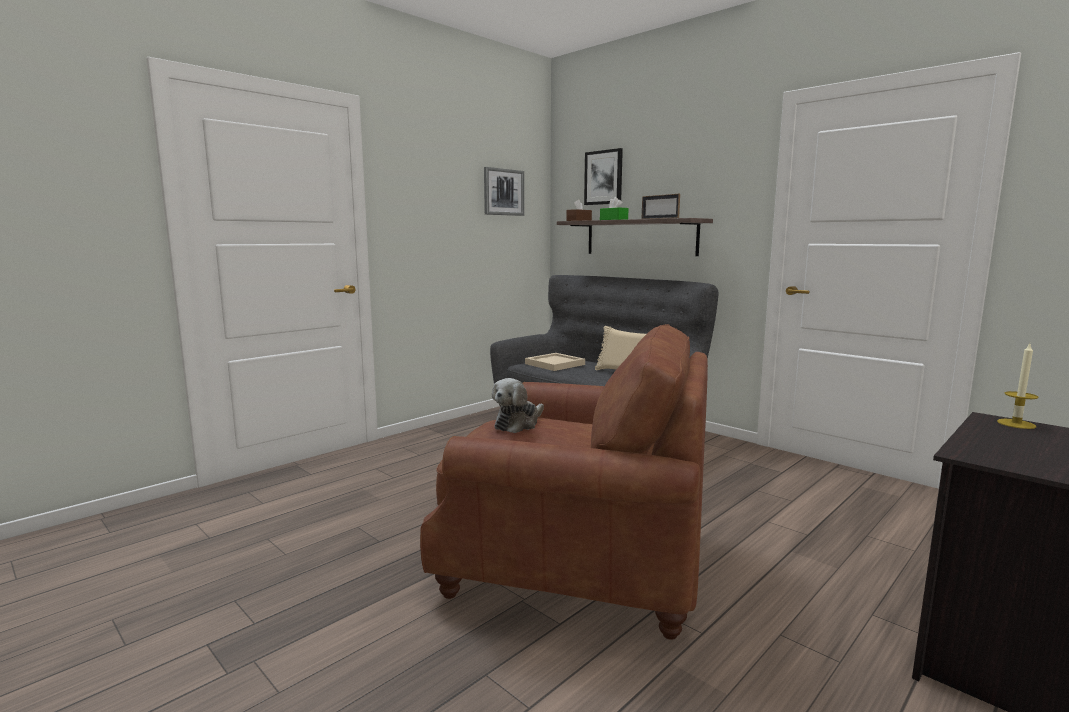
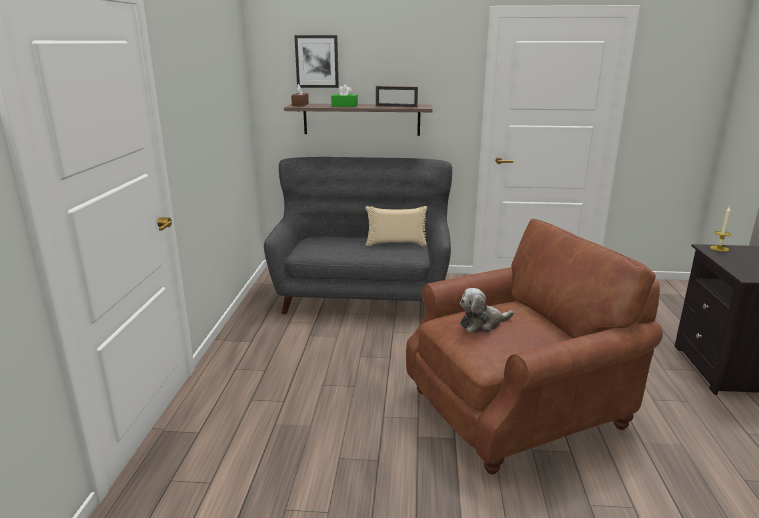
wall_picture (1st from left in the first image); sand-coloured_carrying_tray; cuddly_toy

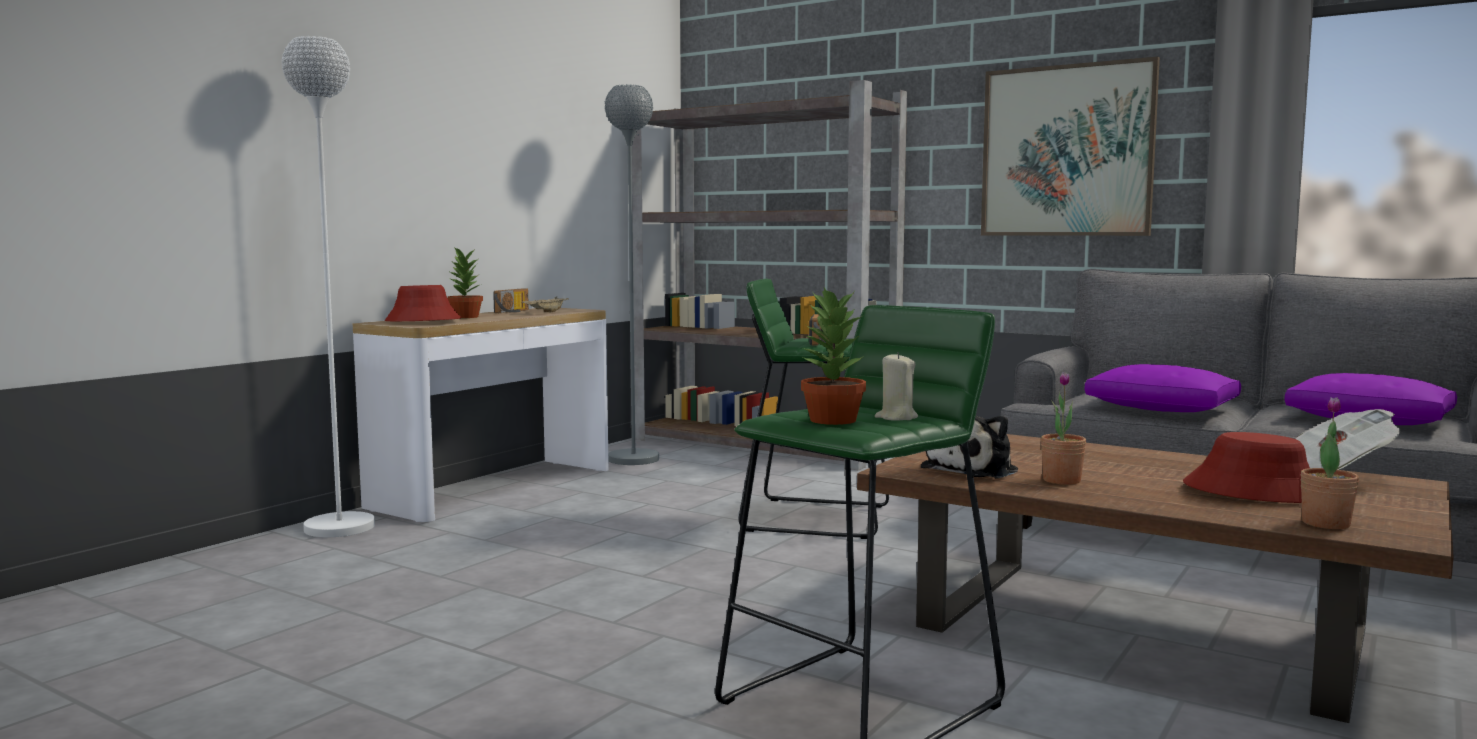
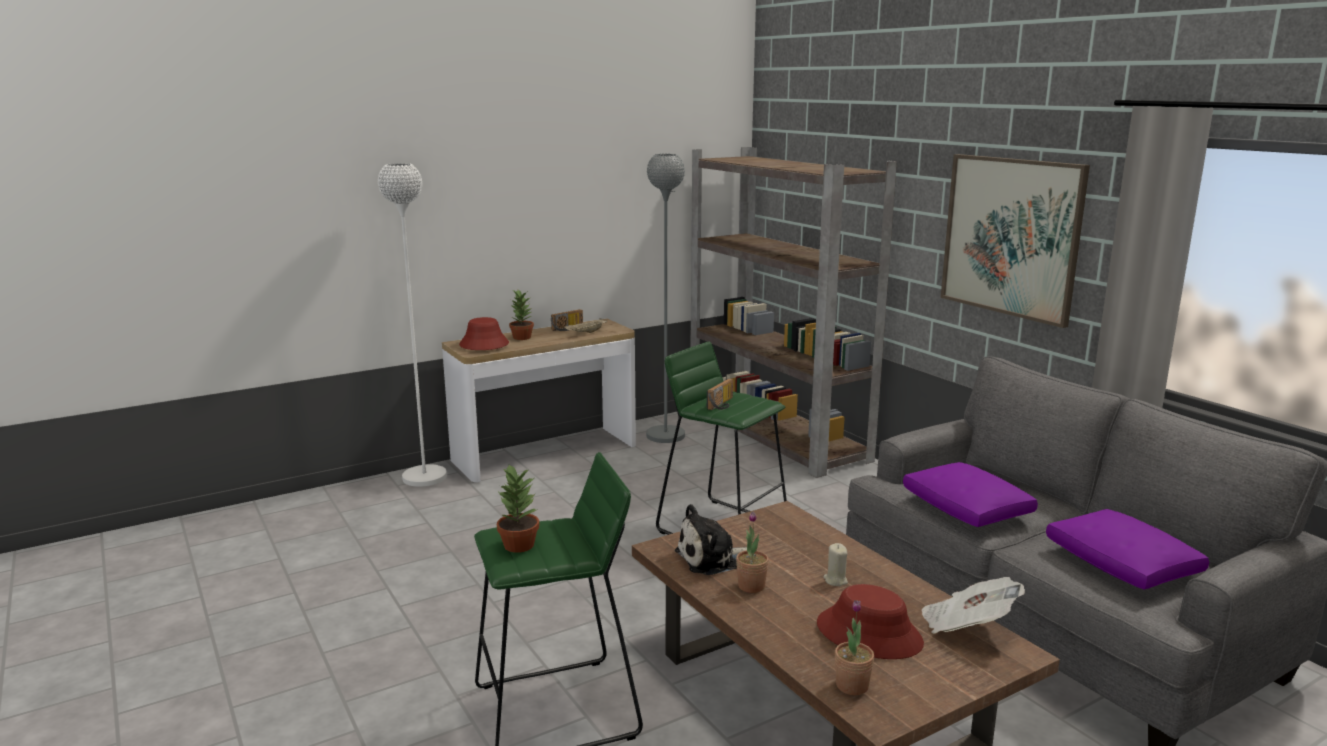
sand-coloured_wax_light

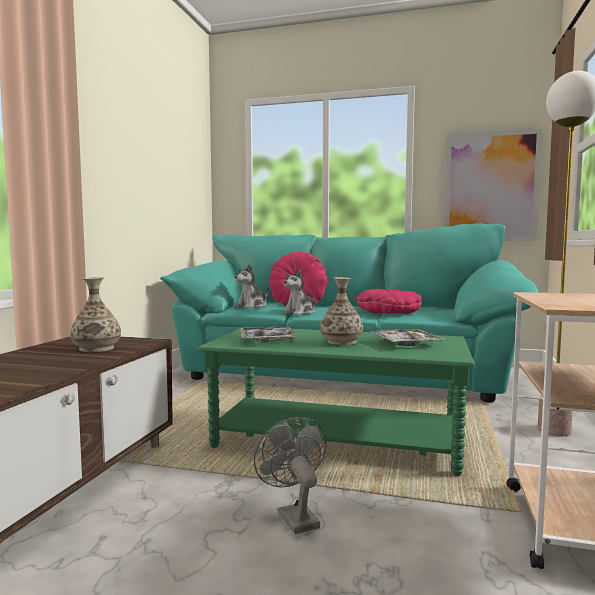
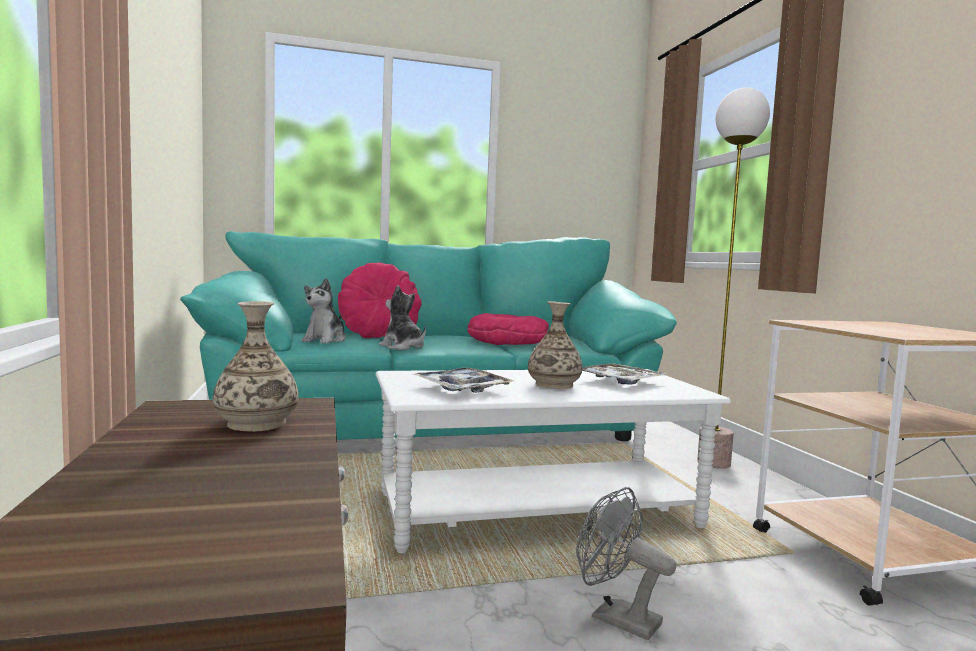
wall_picture; cuddly_toy (2nd from left); white_coffee_table

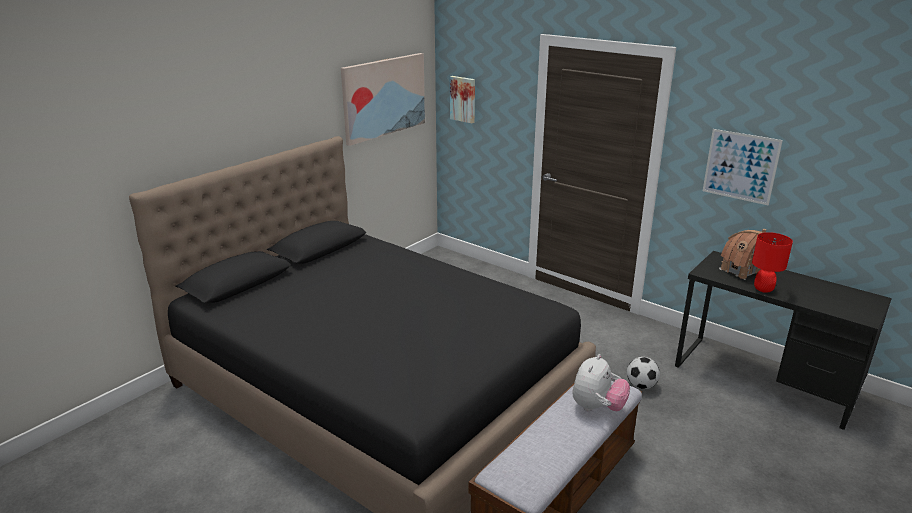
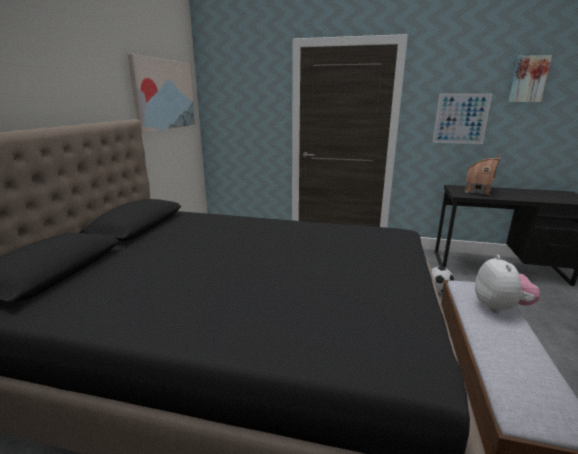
wall_picture (3rd from left); red-coloured_table_lamp

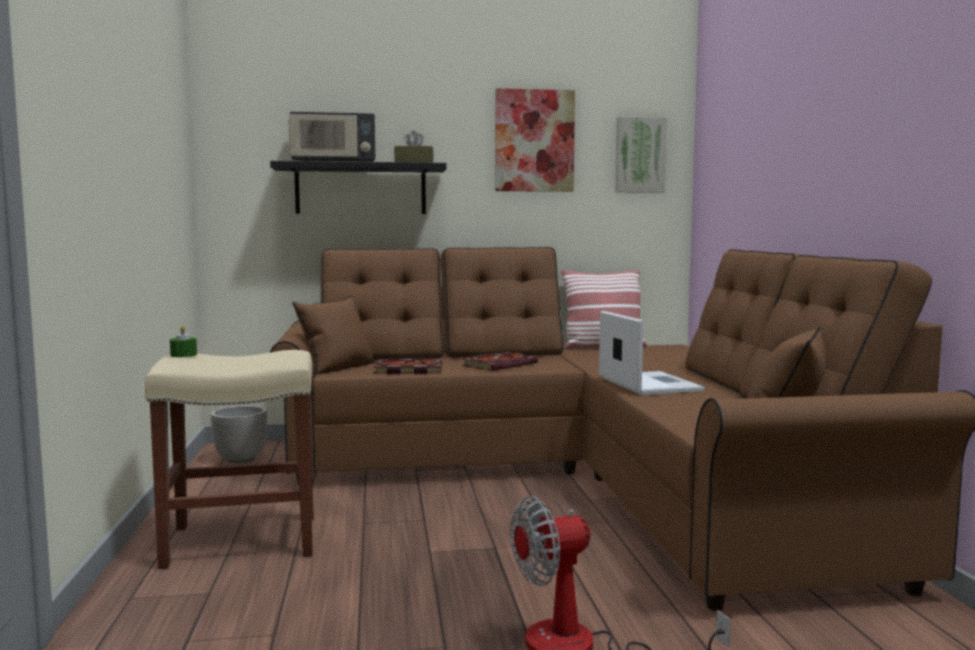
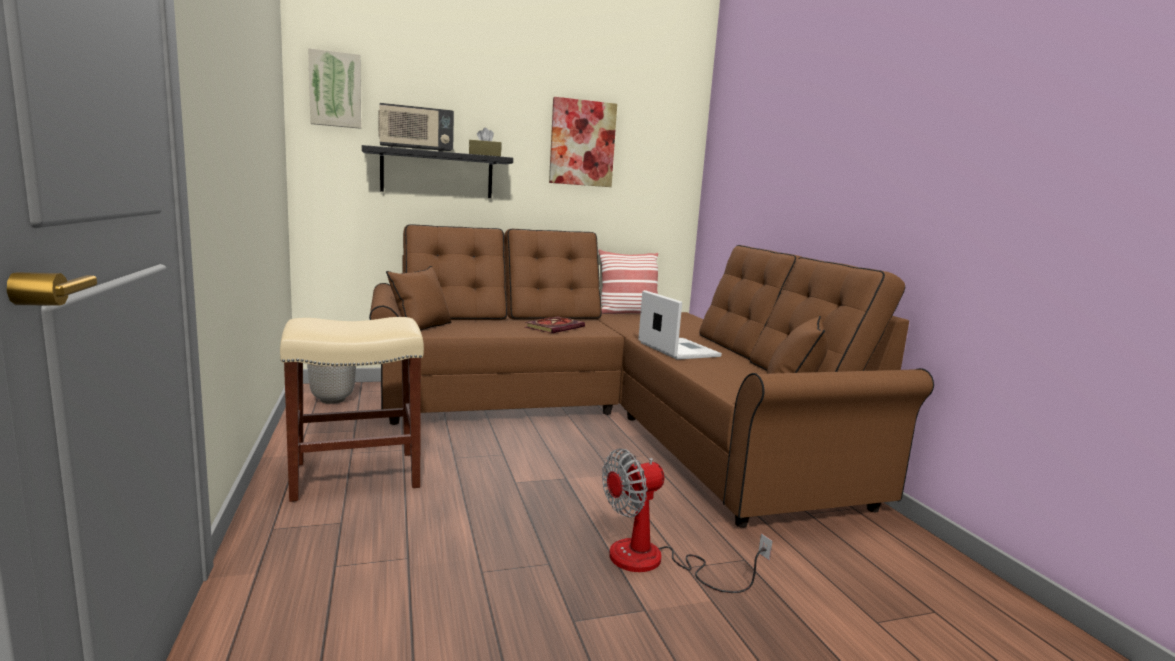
wall_picture (1st from left); greenish_wax_light; book (1st from left in the first image)

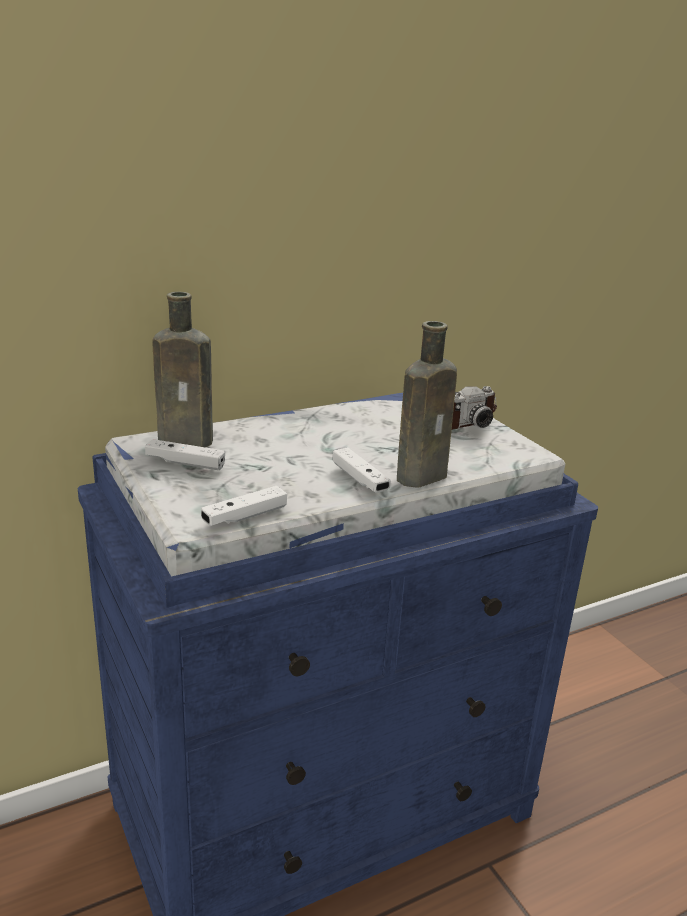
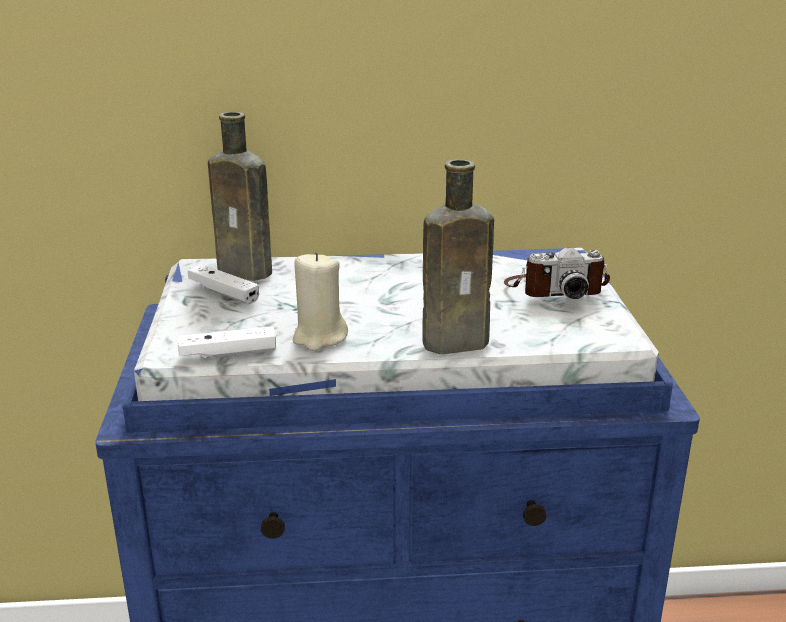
white_game_controller (3rd from left in the first image); sand-coloured_wax_light

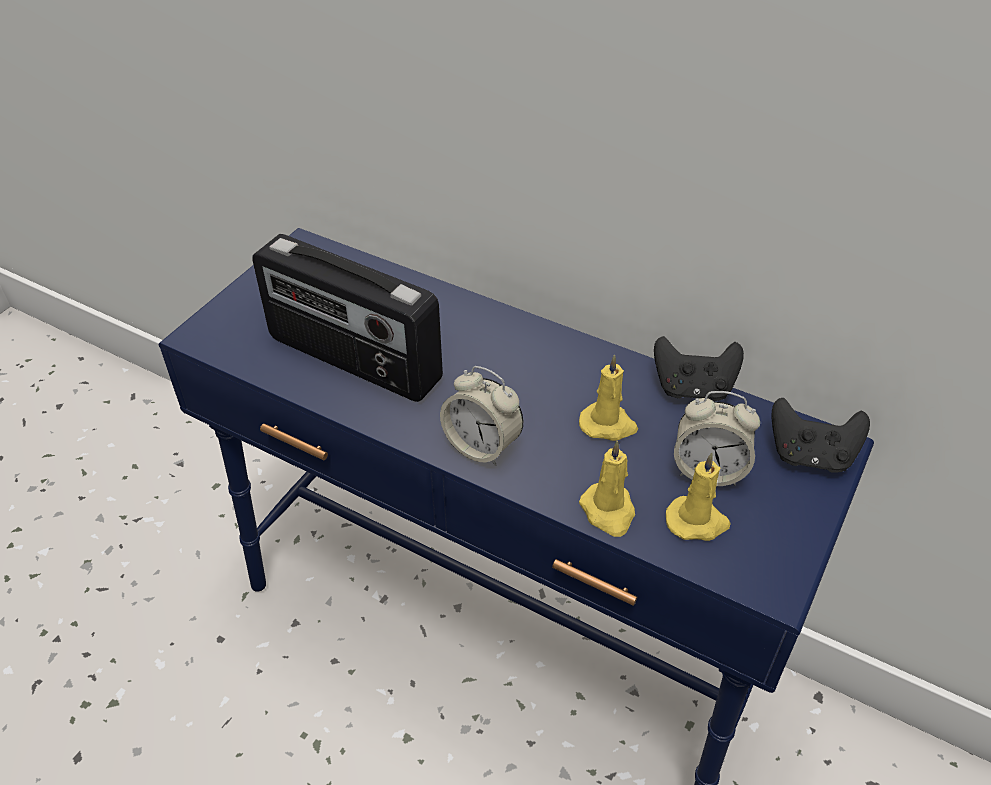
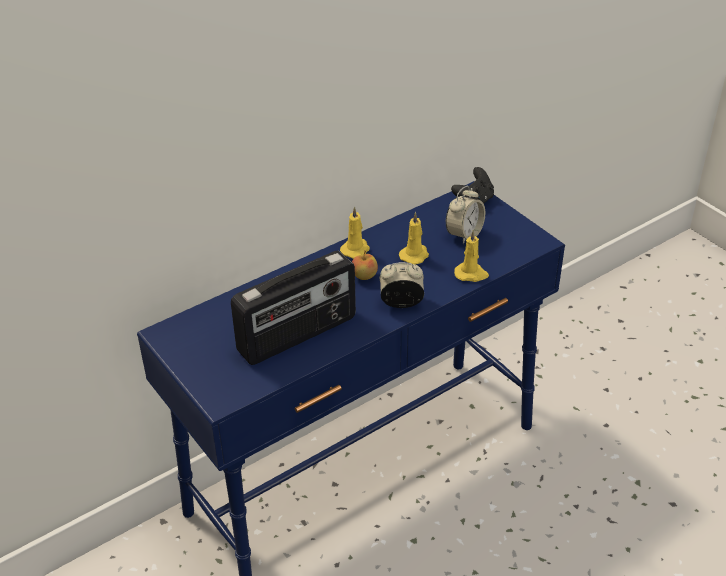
black-coloured_game_controller (1st from left in the first image); bedside_clock (1st from left); yellow-coloured_wax_light (1st from left); apple

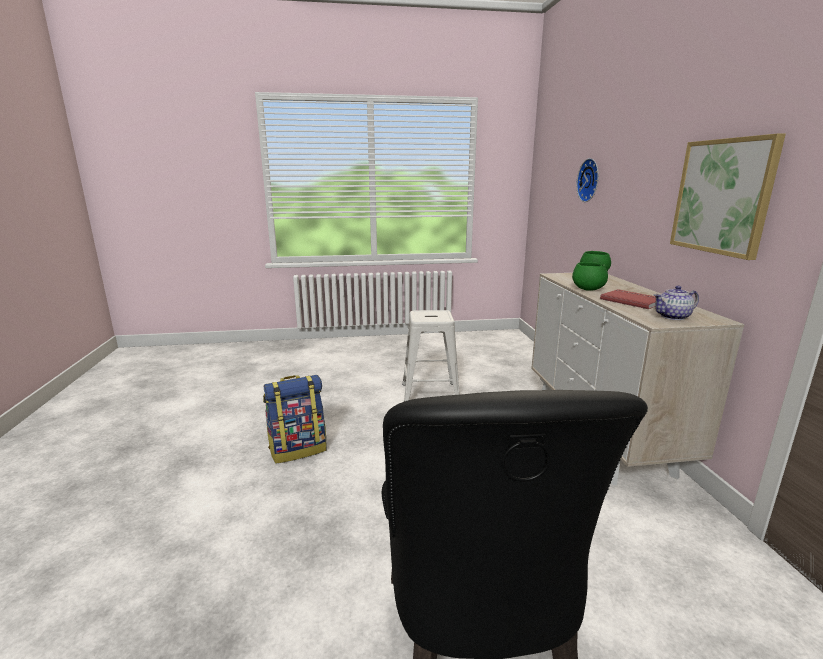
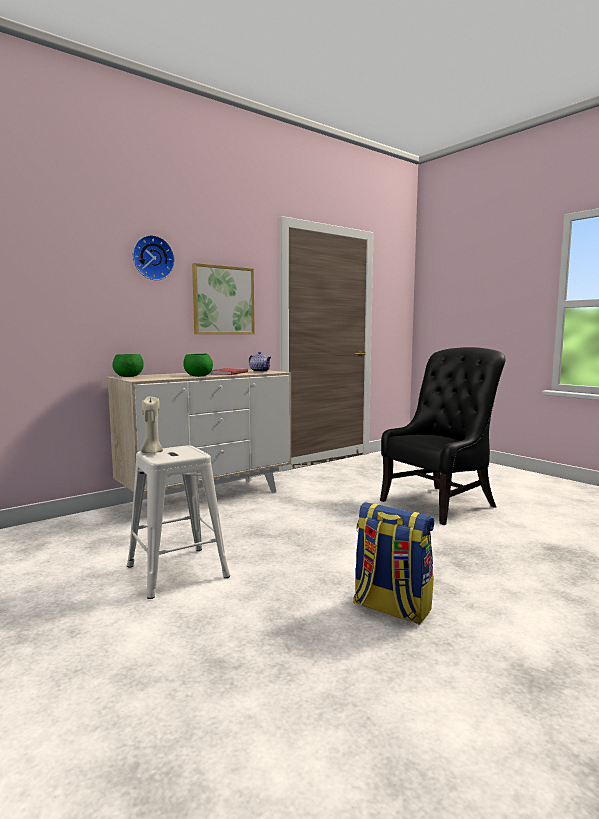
wall_clock; sand-coloured_wax_light

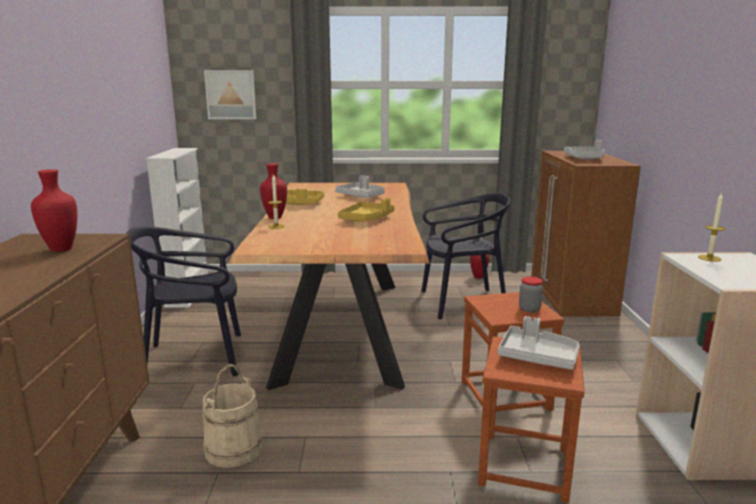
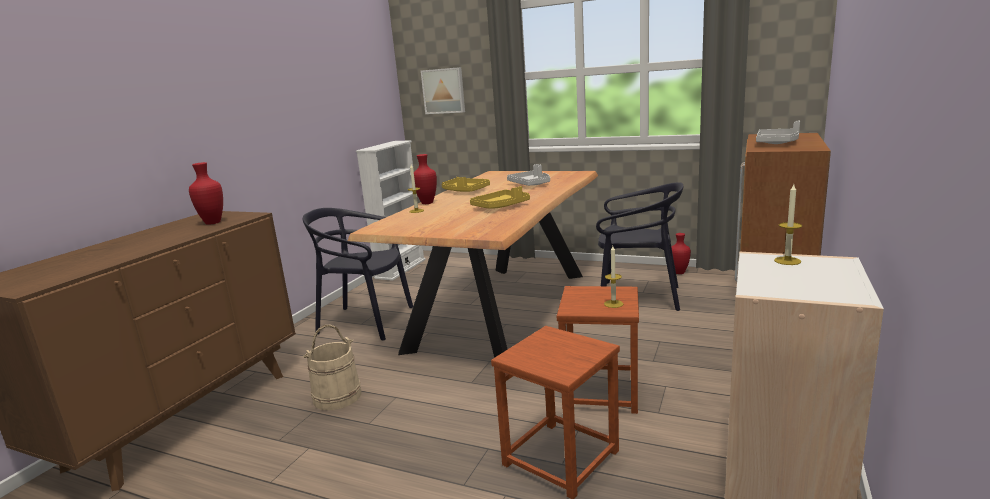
wax_light (2nd from left); gray_carrying_tray (2nd from left in the first image)

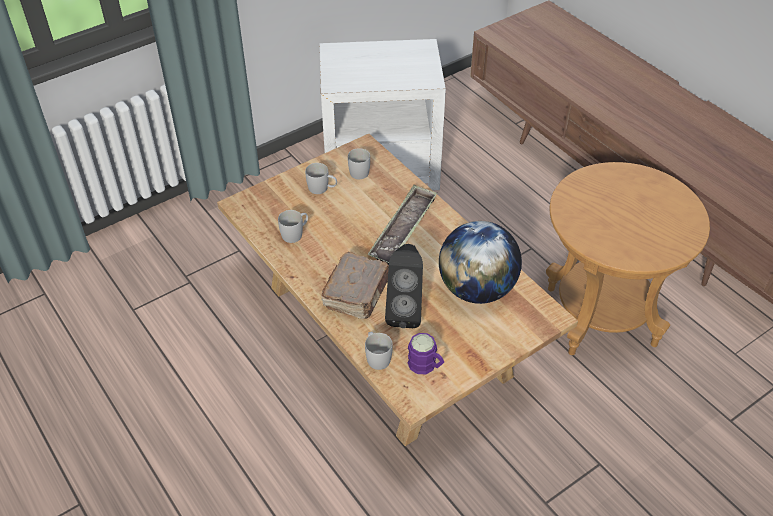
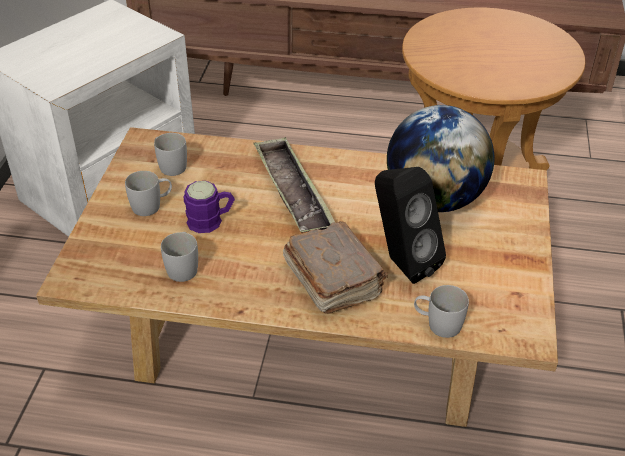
purple-coloured_tea_mug

